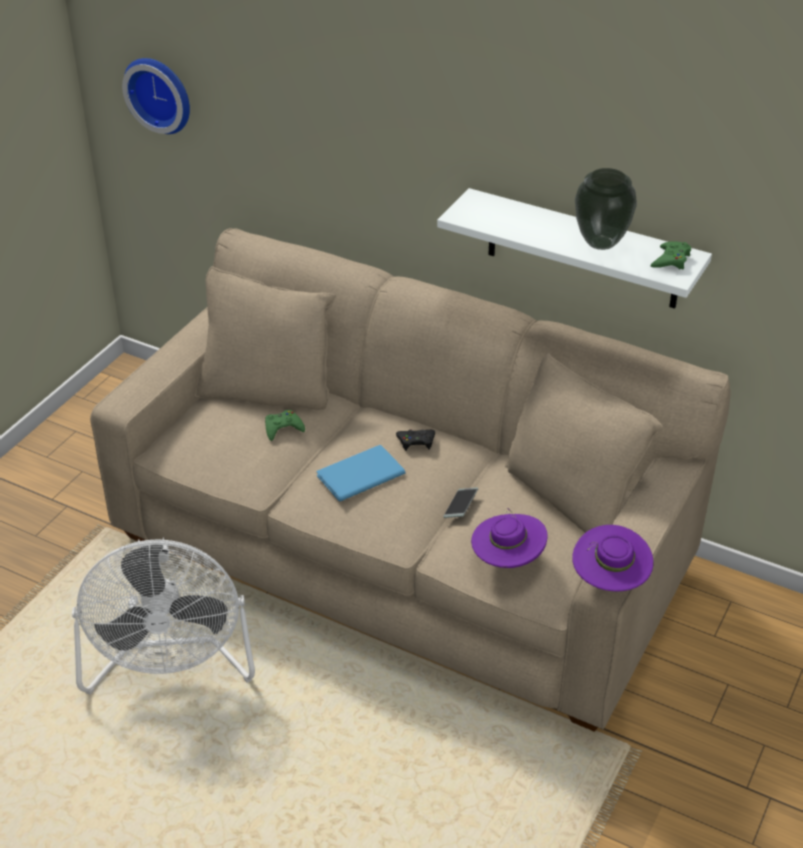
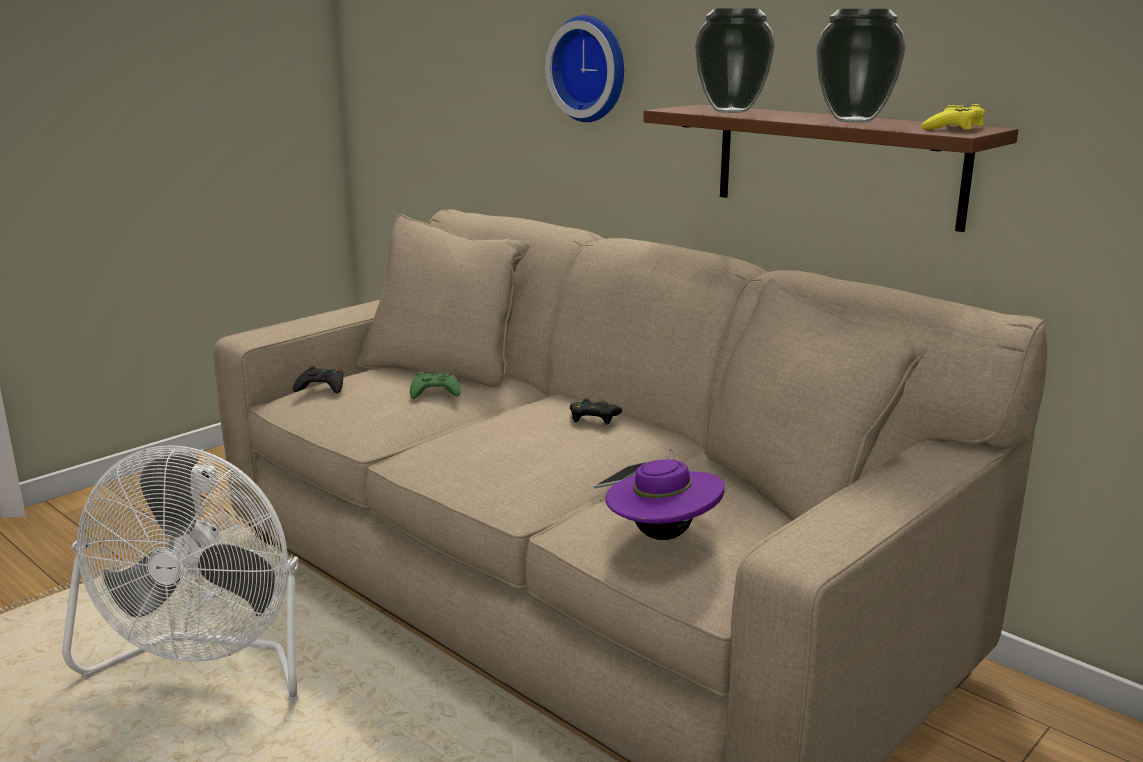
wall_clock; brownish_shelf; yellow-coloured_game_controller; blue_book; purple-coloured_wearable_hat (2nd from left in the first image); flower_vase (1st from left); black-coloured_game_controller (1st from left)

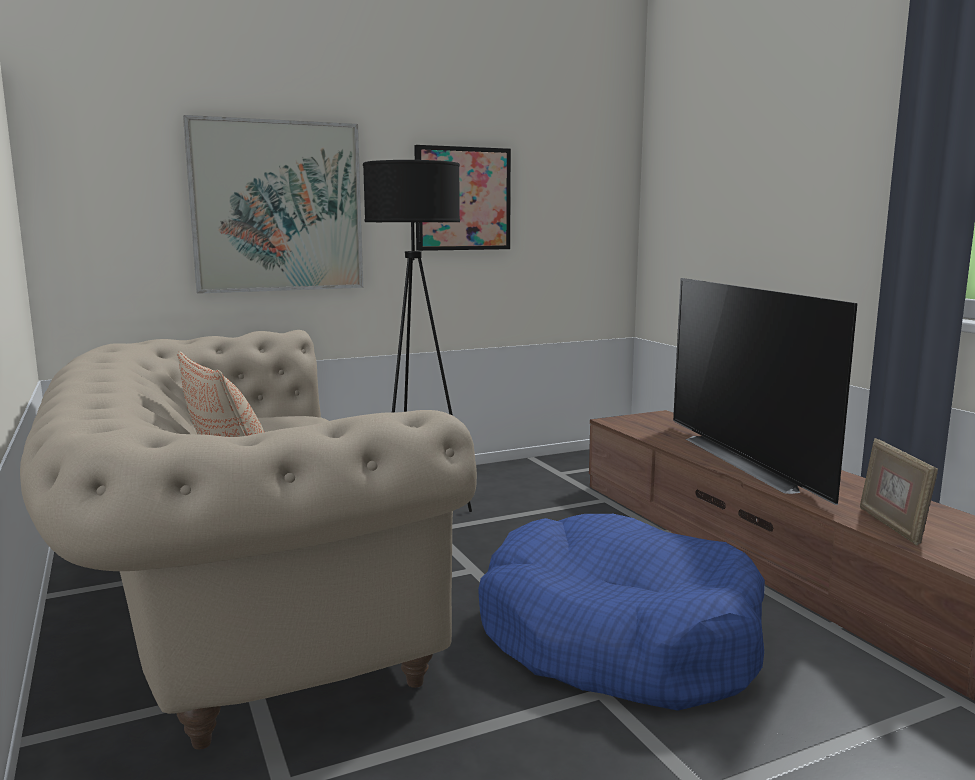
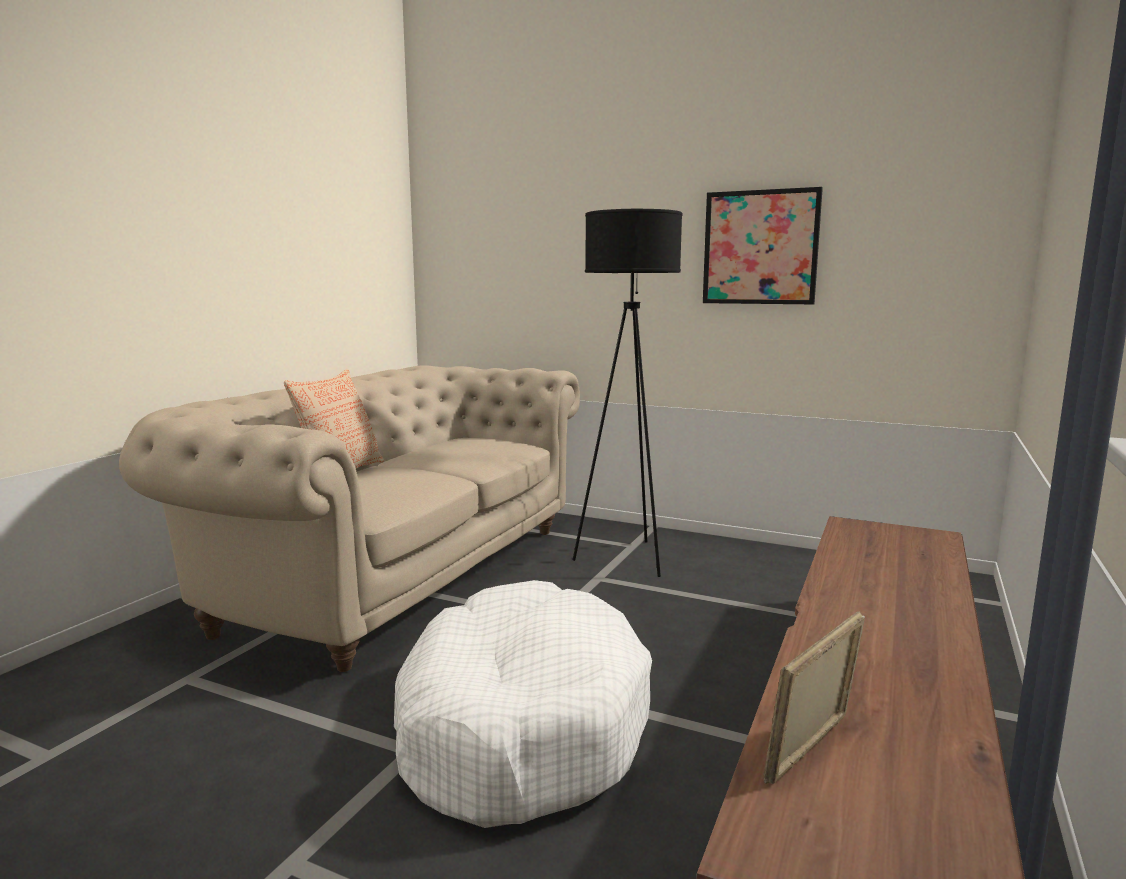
wall_picture (1st from left in the first image); TV_set; white_dog_cushion

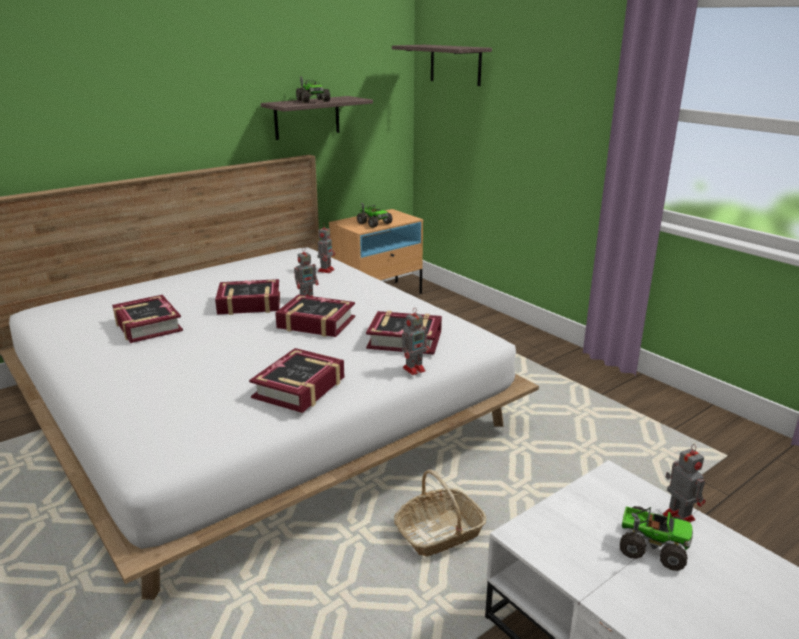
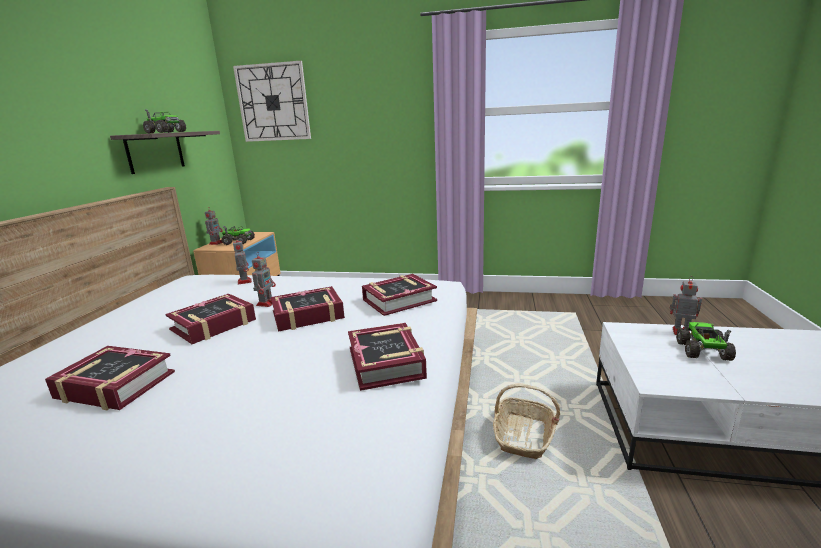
wall_clock; model_robot (1st from left); toy_lorry (3rd from left)

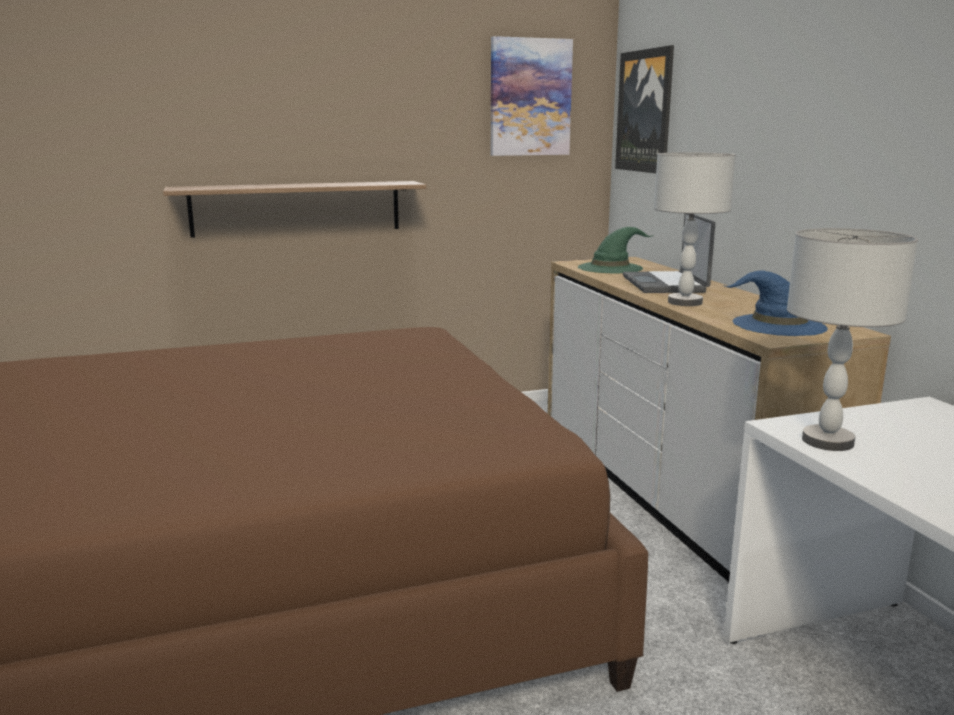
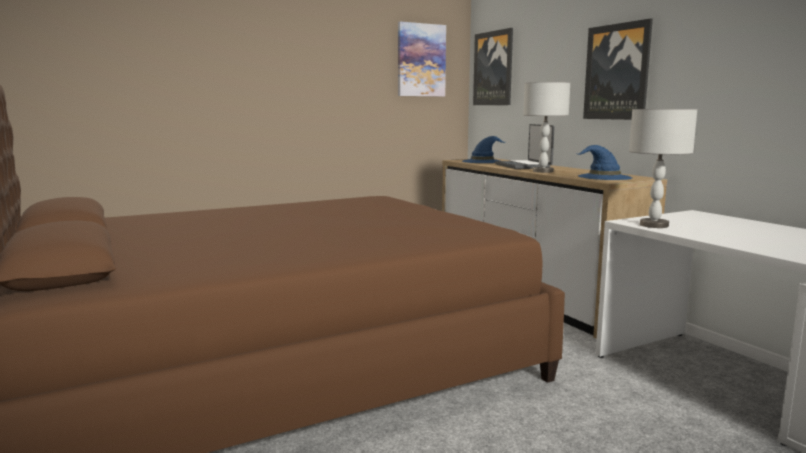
shelf; blue_wearable_hat (1st from left); wall_picture (3rd from left)

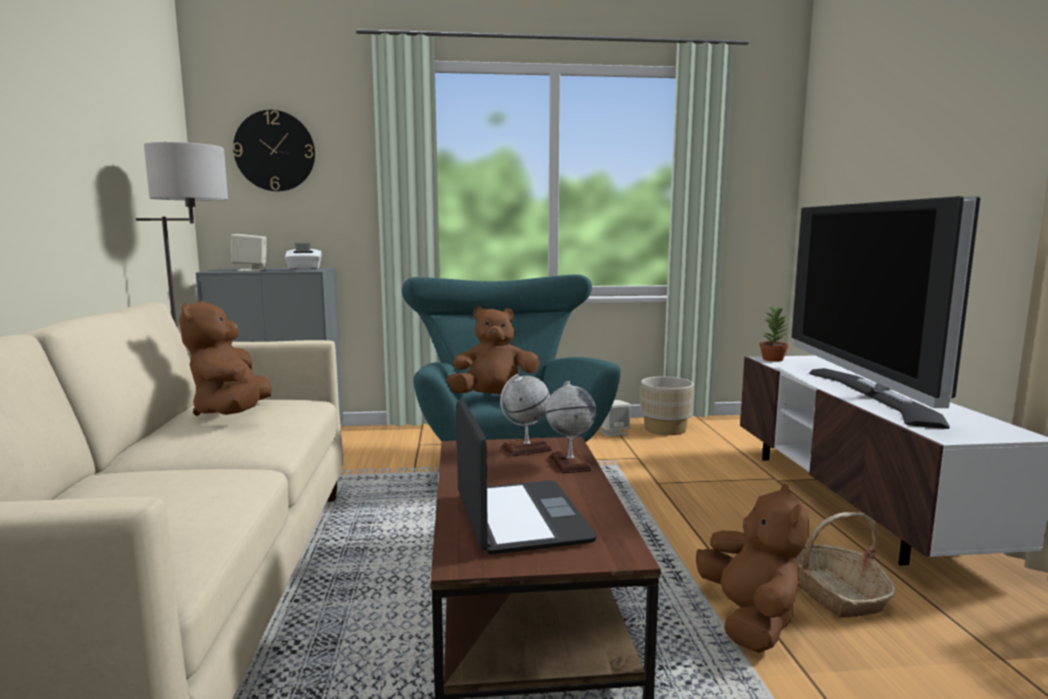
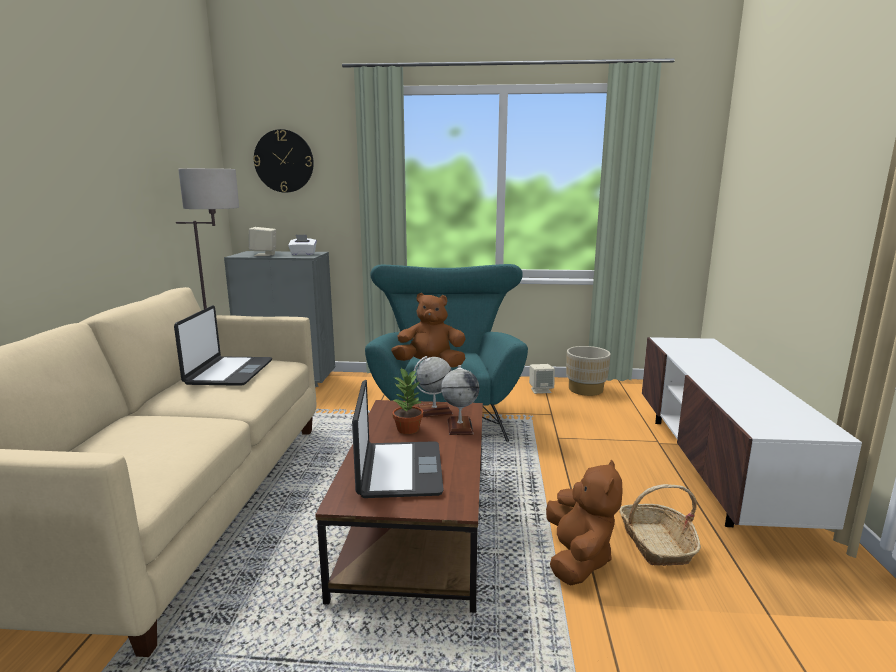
TV_set; portable_computer (1st from left); potted_plant

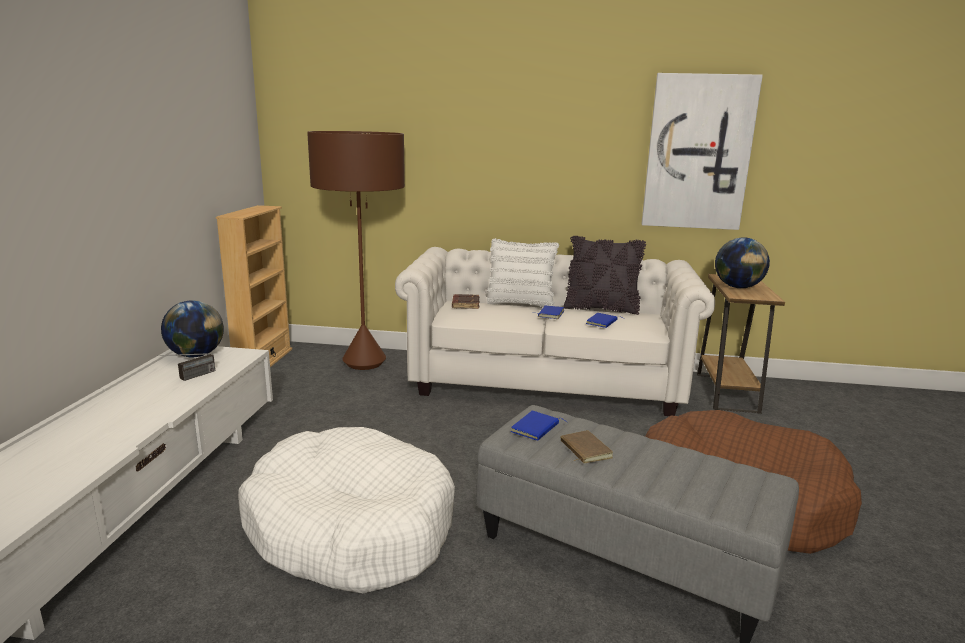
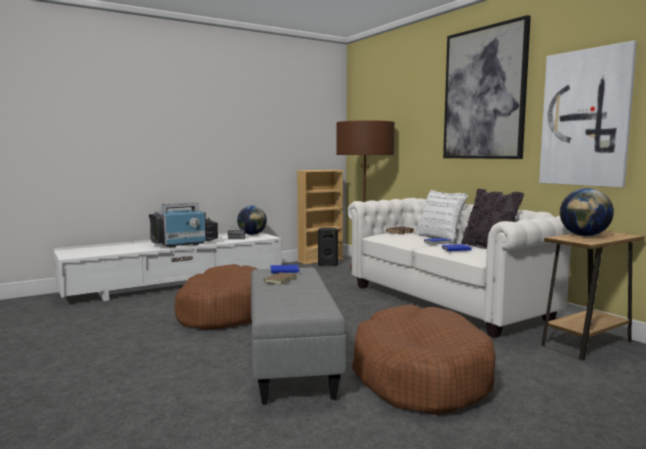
brownish_dog_cushion (1st from left); wall_picture (1st from left); TV_set; black-coloured_audio_speaker

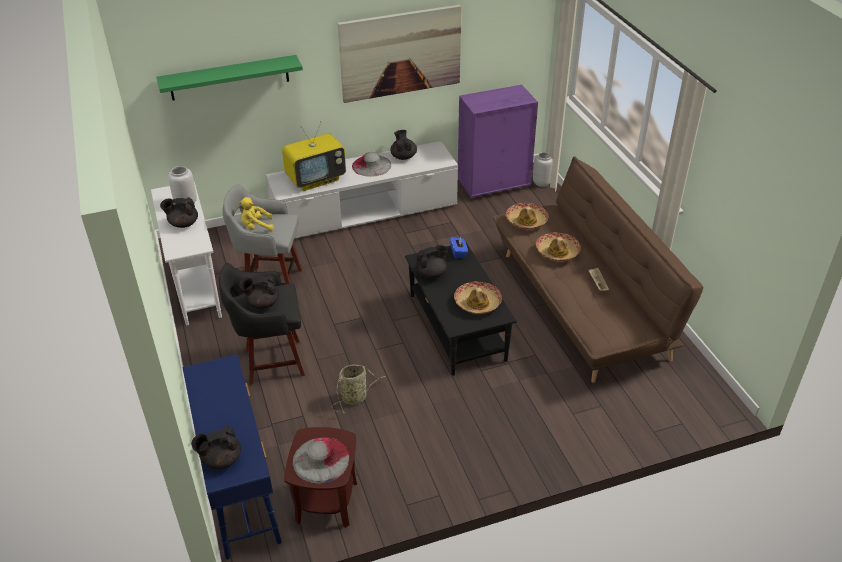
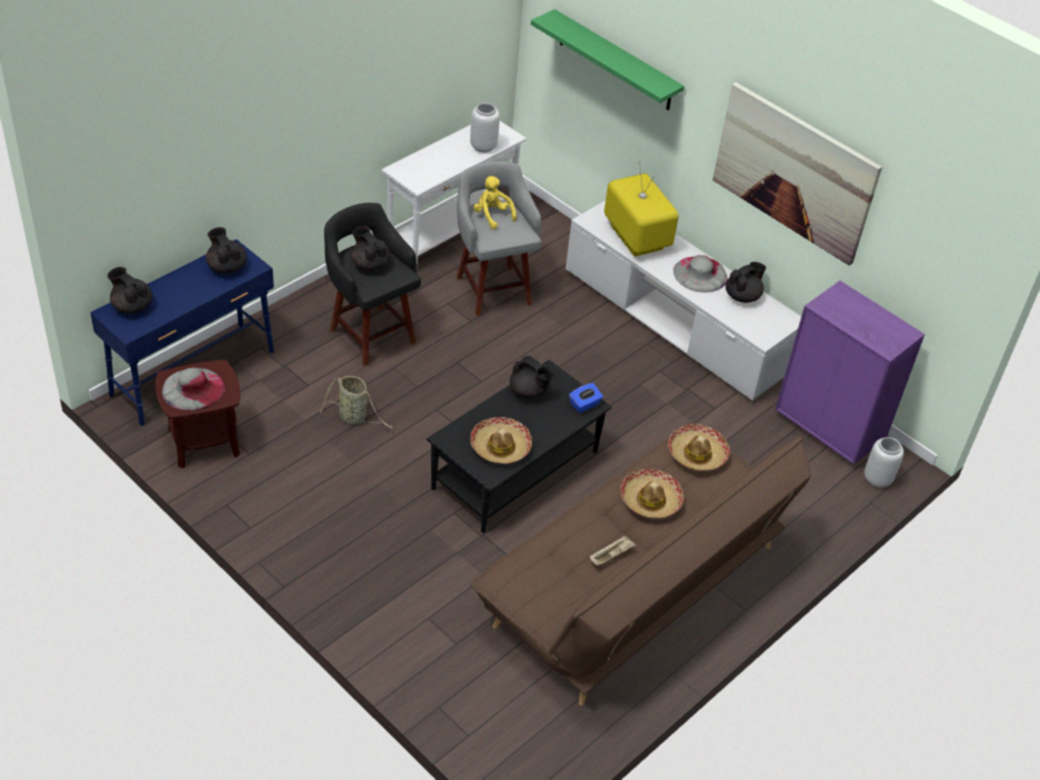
TV_set; black-coloured_teapot (2nd from left)

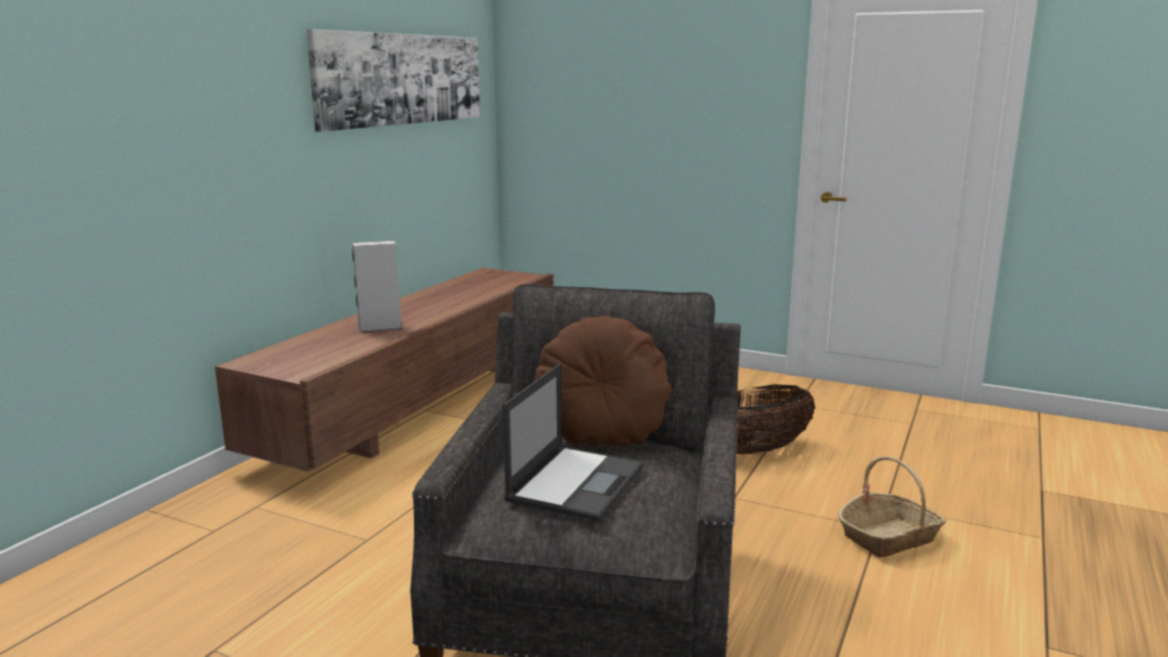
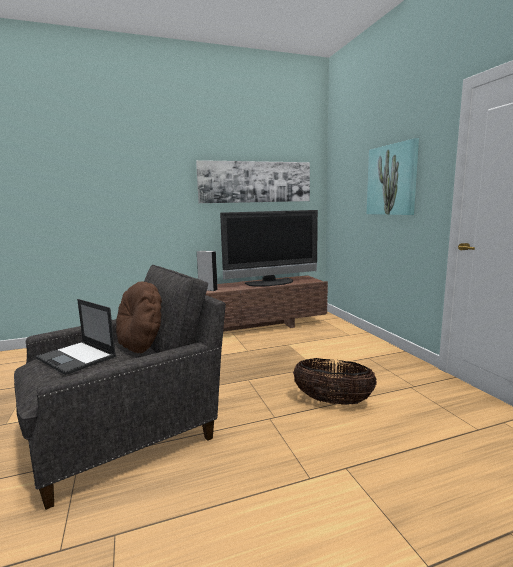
portable_computer; household_basket (2nd from left in the first image); wall_picture (2nd from left); TV_set

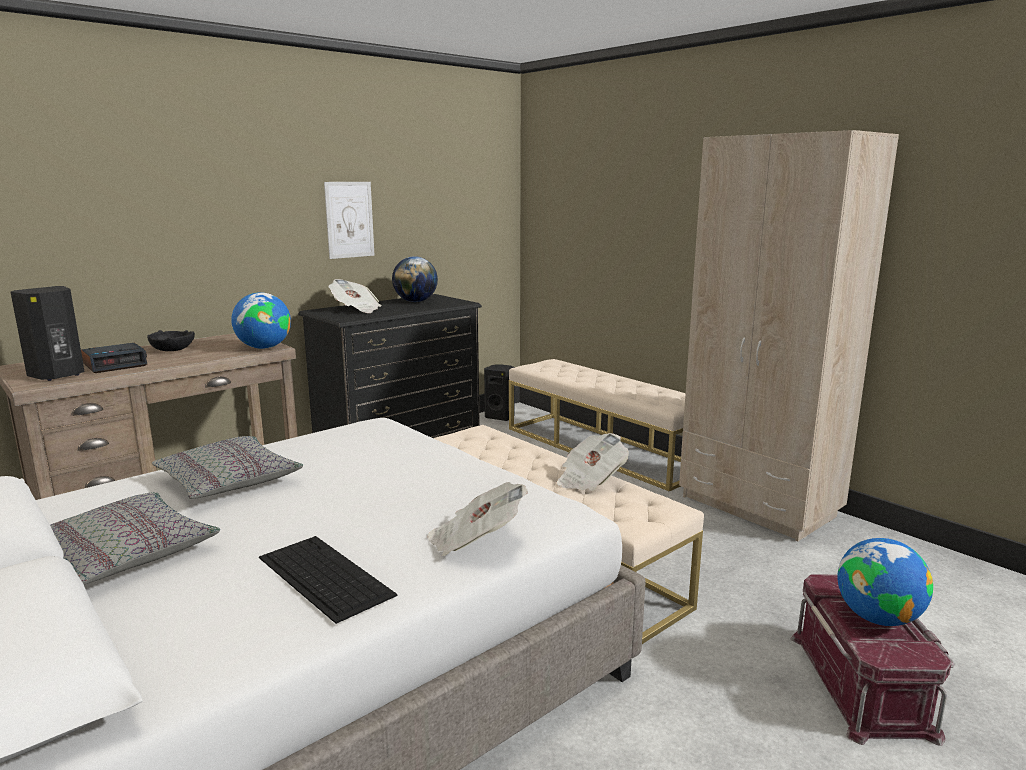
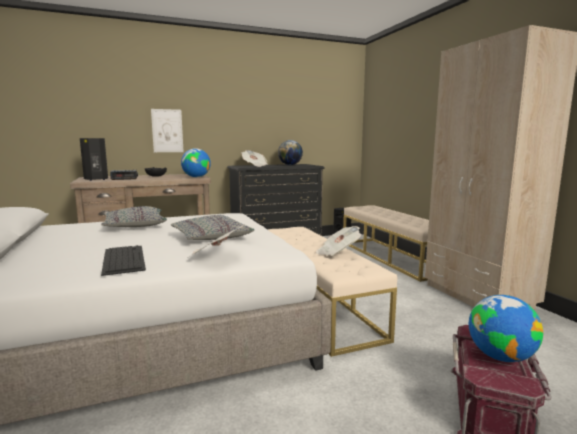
wall_picture; gray_pillow (2nd from left)

